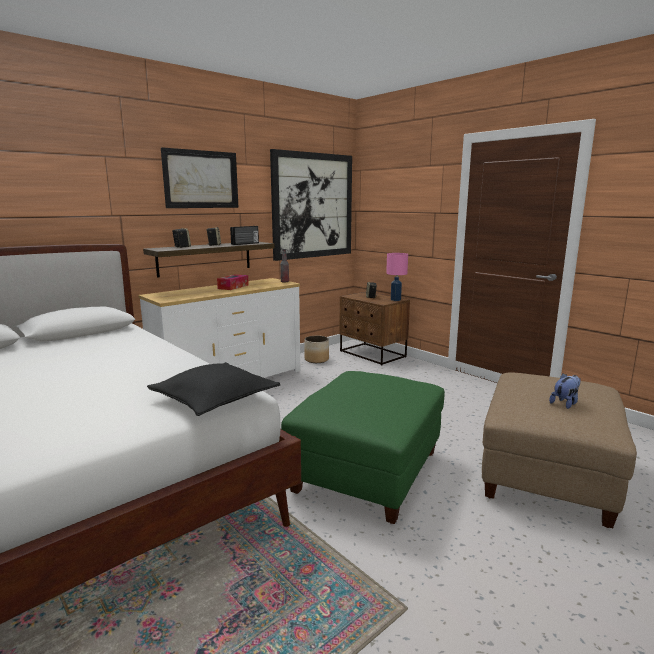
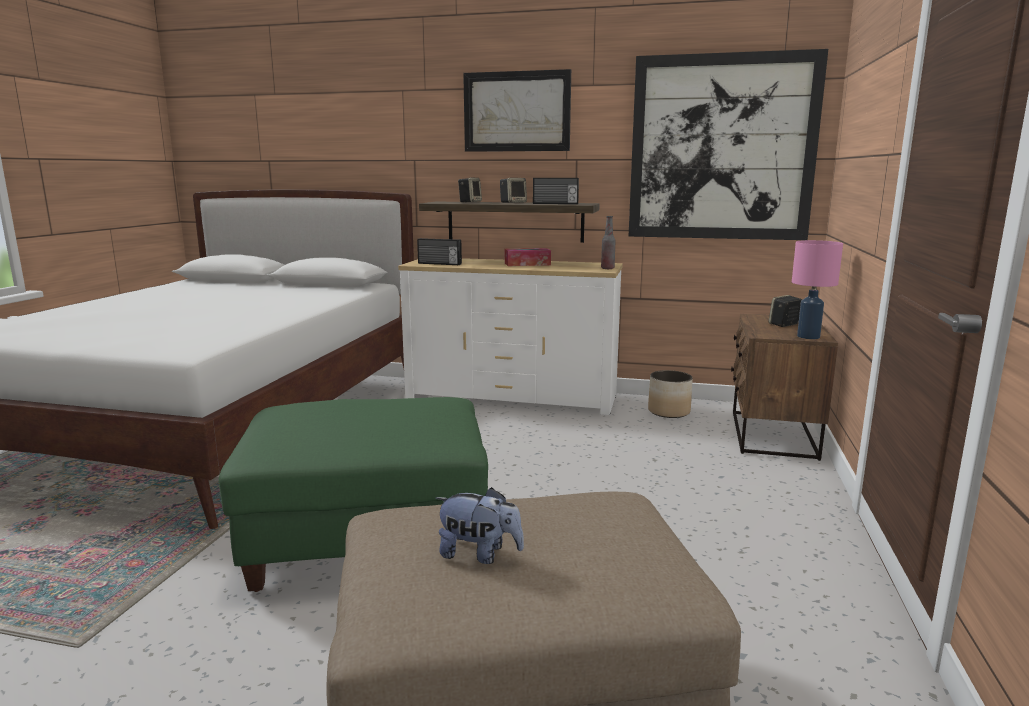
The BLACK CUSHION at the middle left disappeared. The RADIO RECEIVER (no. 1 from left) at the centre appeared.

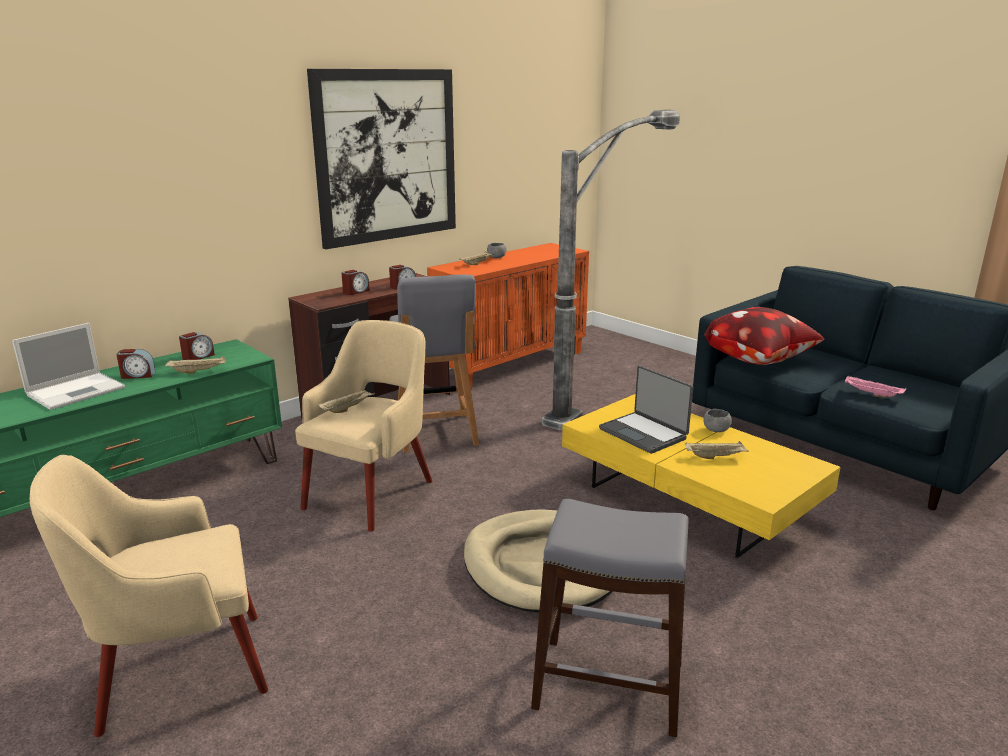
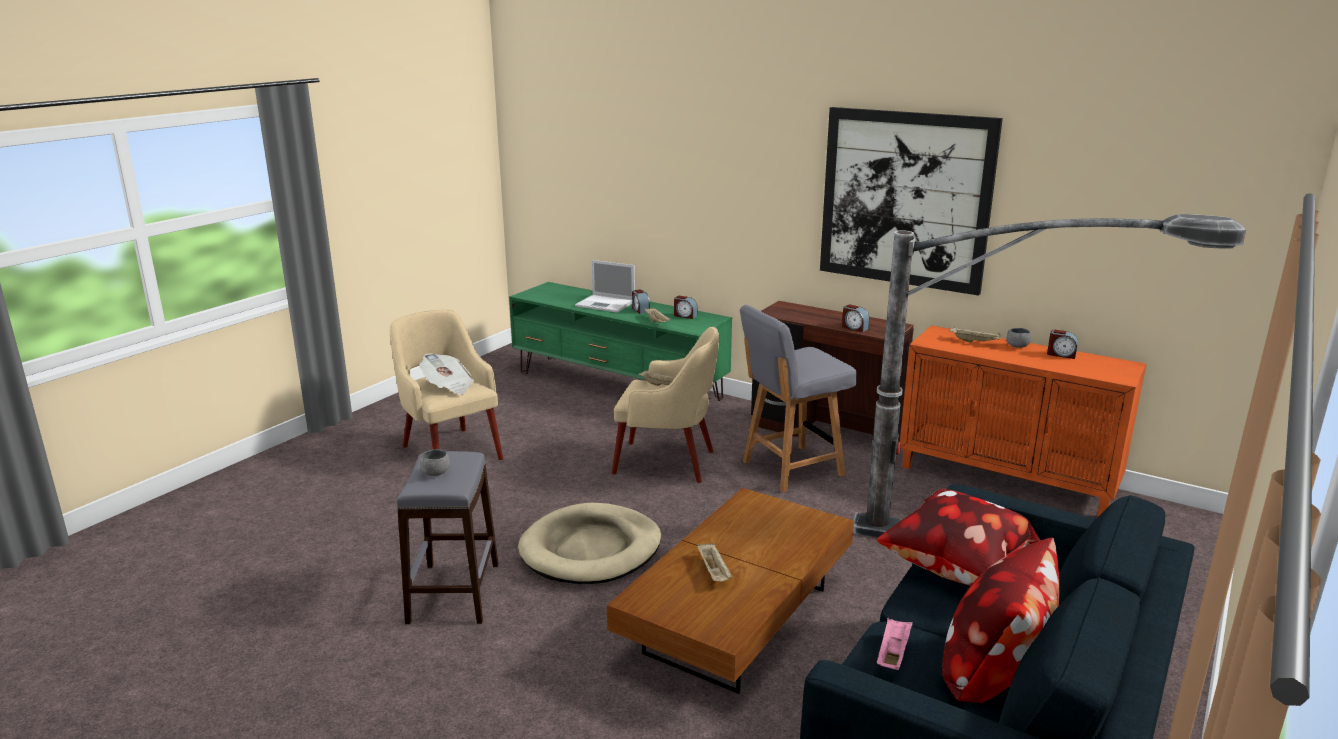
The NOTEBOOK COMPUTER (no. 2 from left) at the centre disappeared. The NEWSPAPER at the centre appeared. The CUSHION (no. 2 from left) at the bottom right appeared. The TABLE CLOCK (no. 3 from left in the first image) moved from the centre to the middle right. The GRAY BOWL (no. 2 from left in the first image) moved from the middle right to the middle left. The YELLOW LOUNGE TABLE at the middle right became the BROWN-COLOURED LOUNGE TABLE at the bottom centre.

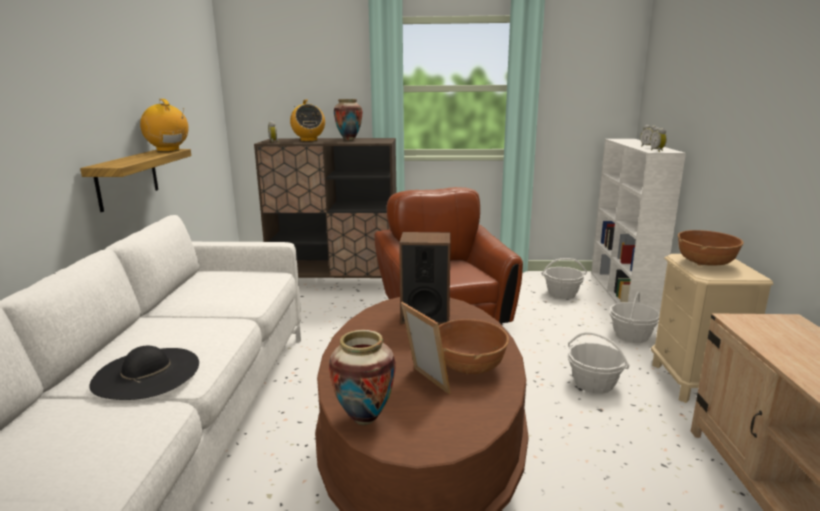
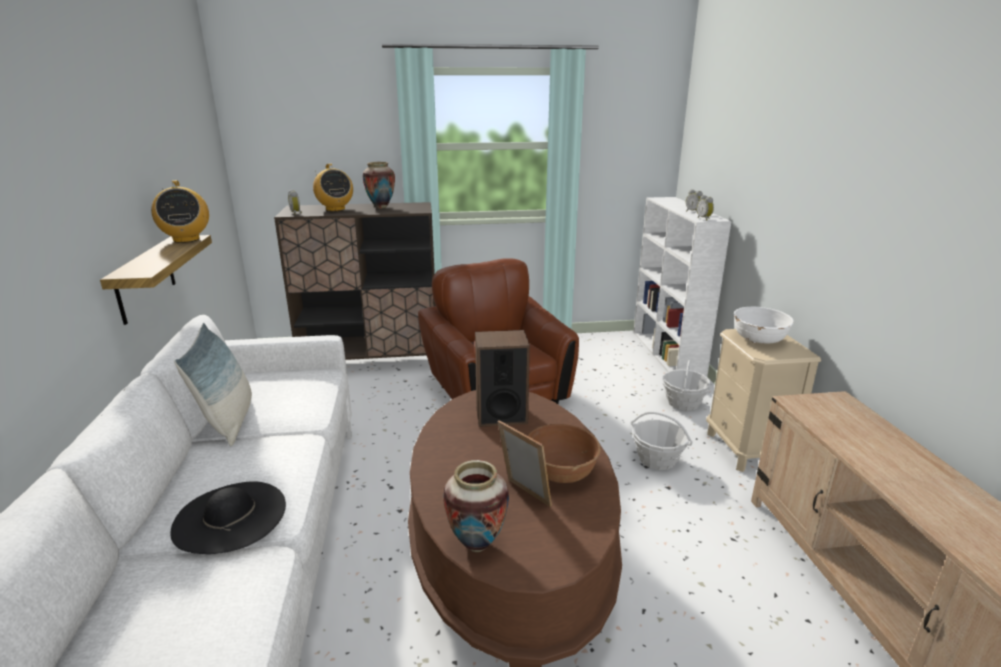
The BASKET (no. 1 from left) at the middle right disappeared. The CUSHION at the middle left appeared. The BROWN-COLOURED BOWL (no. 2 from left) at the middle right became the WHITE-COLOURED BOWL at the middle right. The RADIO RECEIVER (no. 1 from left) at the top left turned 150 degrees counterclockwise.

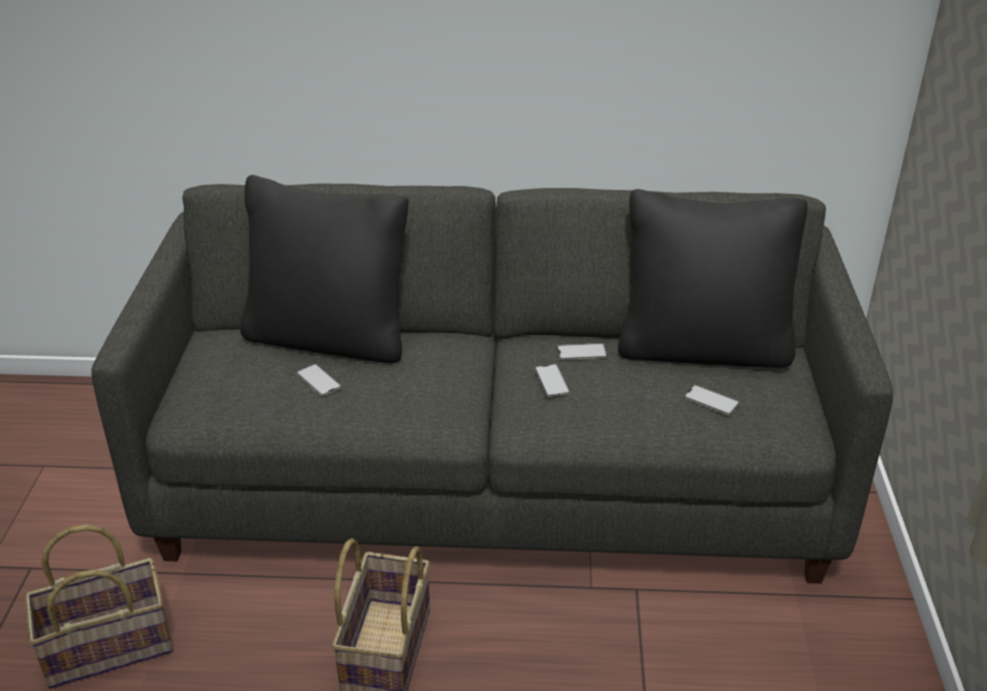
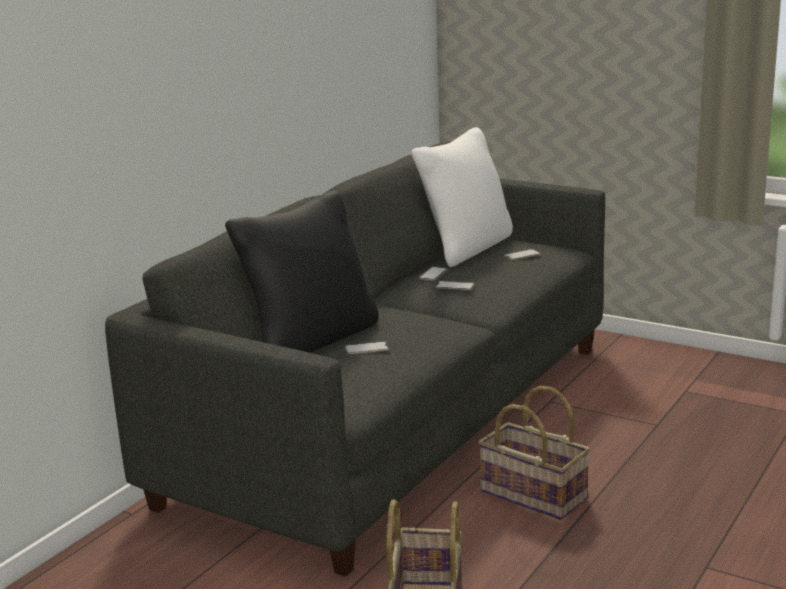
The BLACK CUSHION (no. 2 from left) at the middle right became the WHITE-COLOURED CUSHION at the centre.

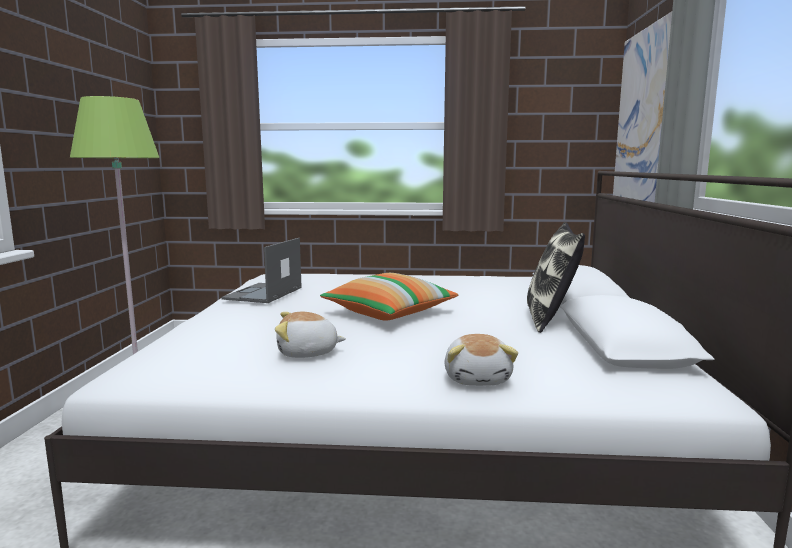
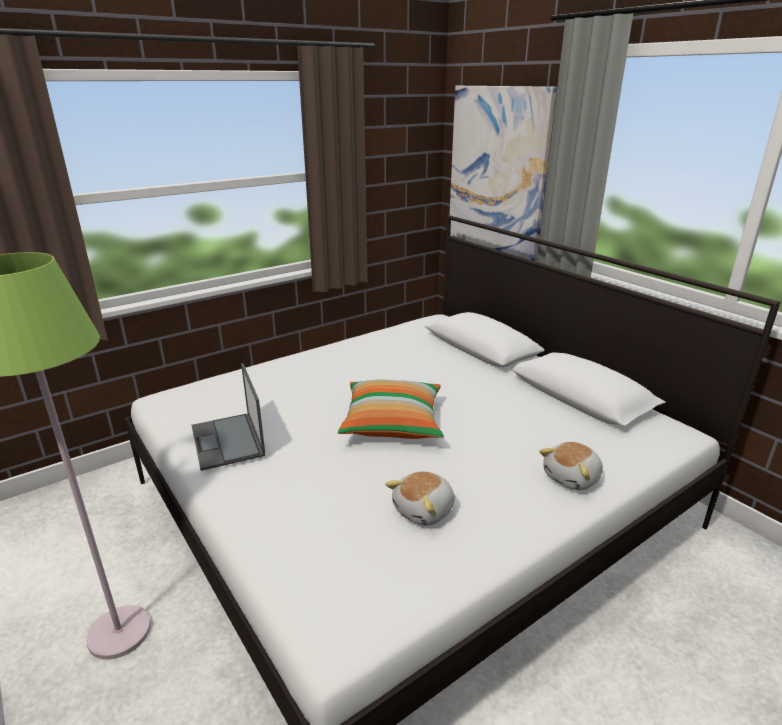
The CUSHION (no. 2 from left) at the middle right disappeared. The SOFT TOY (no. 2 from left) at the centre turned 90 degrees clockwise.

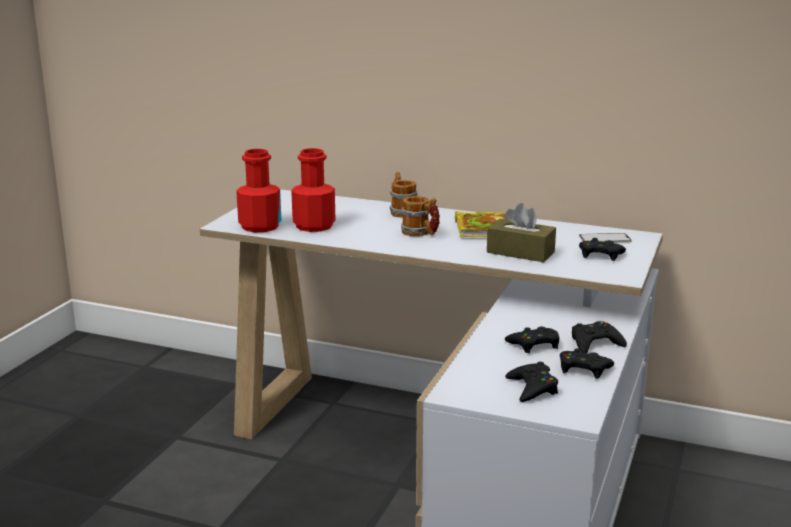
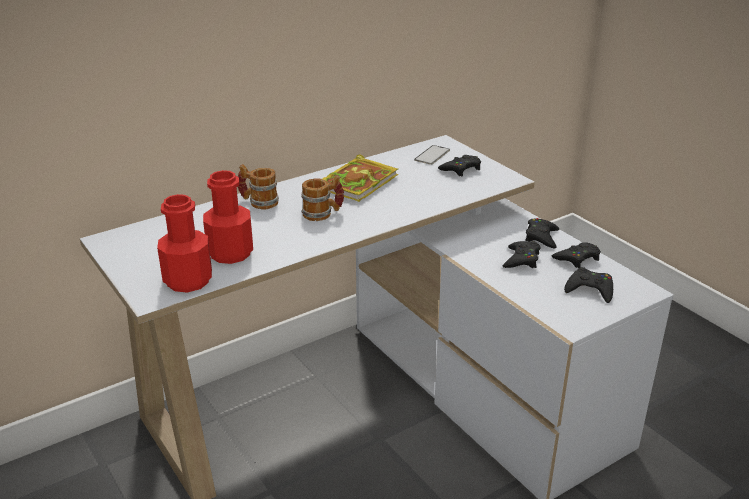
The BROWN-COLOURED TISSUE HOLDER at the centre disappeared.

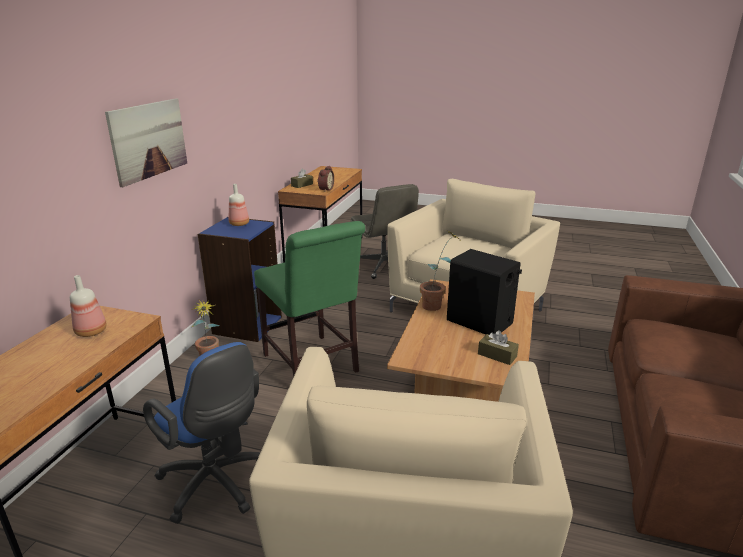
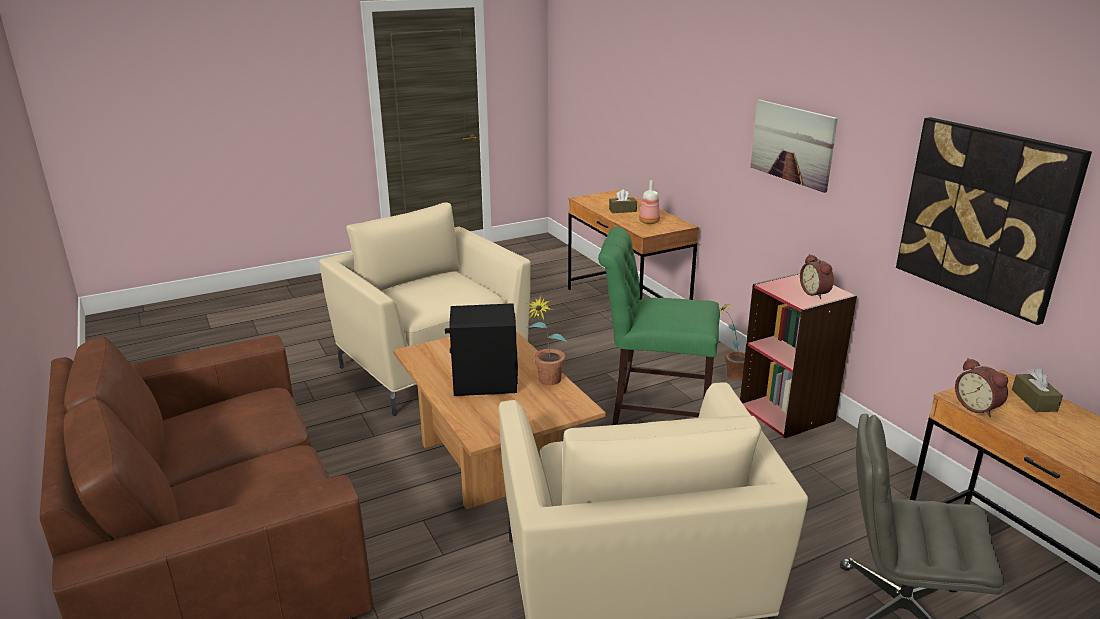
The BLUE-COLOURED COMPUTER CHAIR at the bottom left disappeared. The WALL ART (no. 2 from left) at the middle right appeared. The BROWN-COLOURED TISSUE HOLDER (no. 2 from left in the first image) moved from the middle right to the top centre. The BOTTLE (no. 2 from left) at the middle left was replaced by the TABLE CLOCK (no. 1 from left) at the middle right. The BLUE-COLOURED SHELVING UNIT at the middle left became the RED-COLOURED SHELVING UNIT at the middle right.

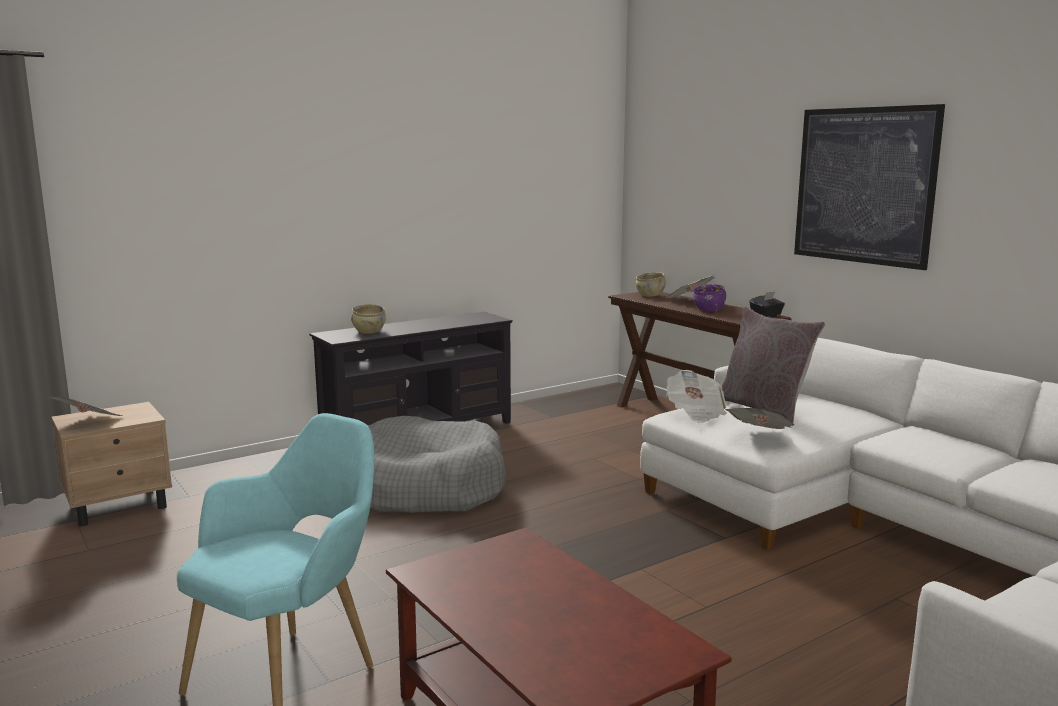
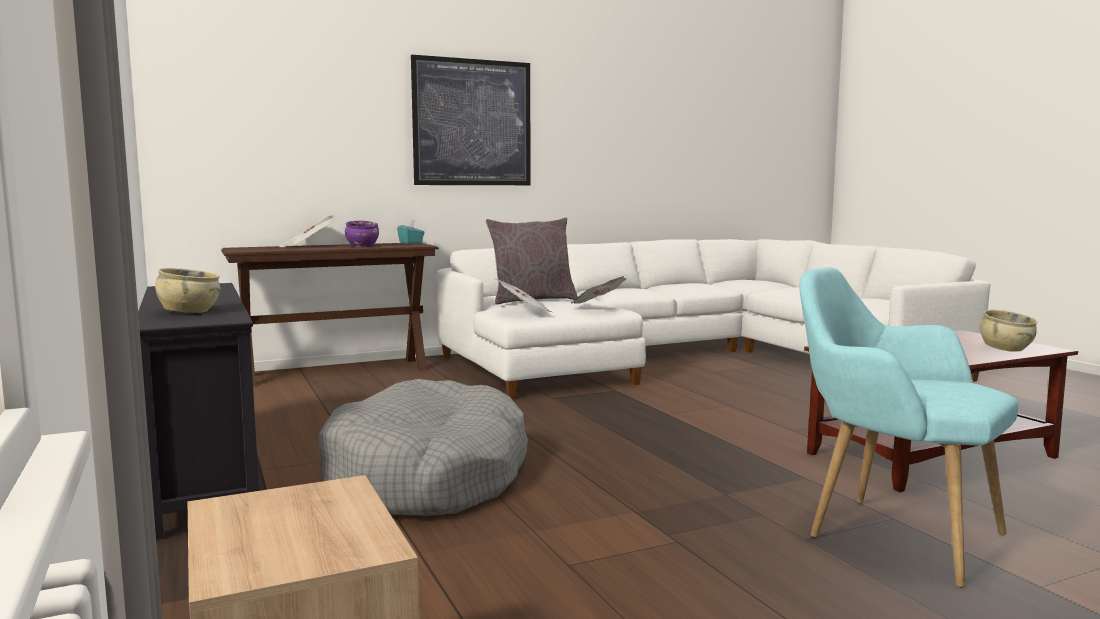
The NEWSPAPER (no. 1 from left) at the middle left disappeared. The BEIGE BOWL (no. 2 from left) moved from the centre to the middle right. The BLACK TISSUE HOLDER at the middle right became the TURQUOISE-COLOURED TISSUE HOLDER at the centre.

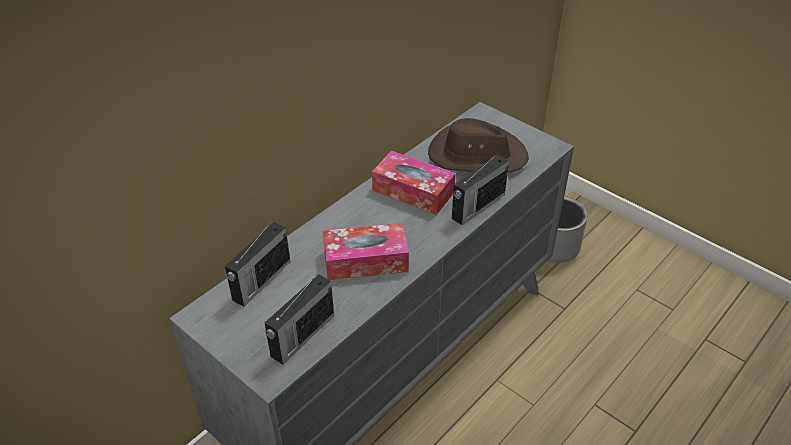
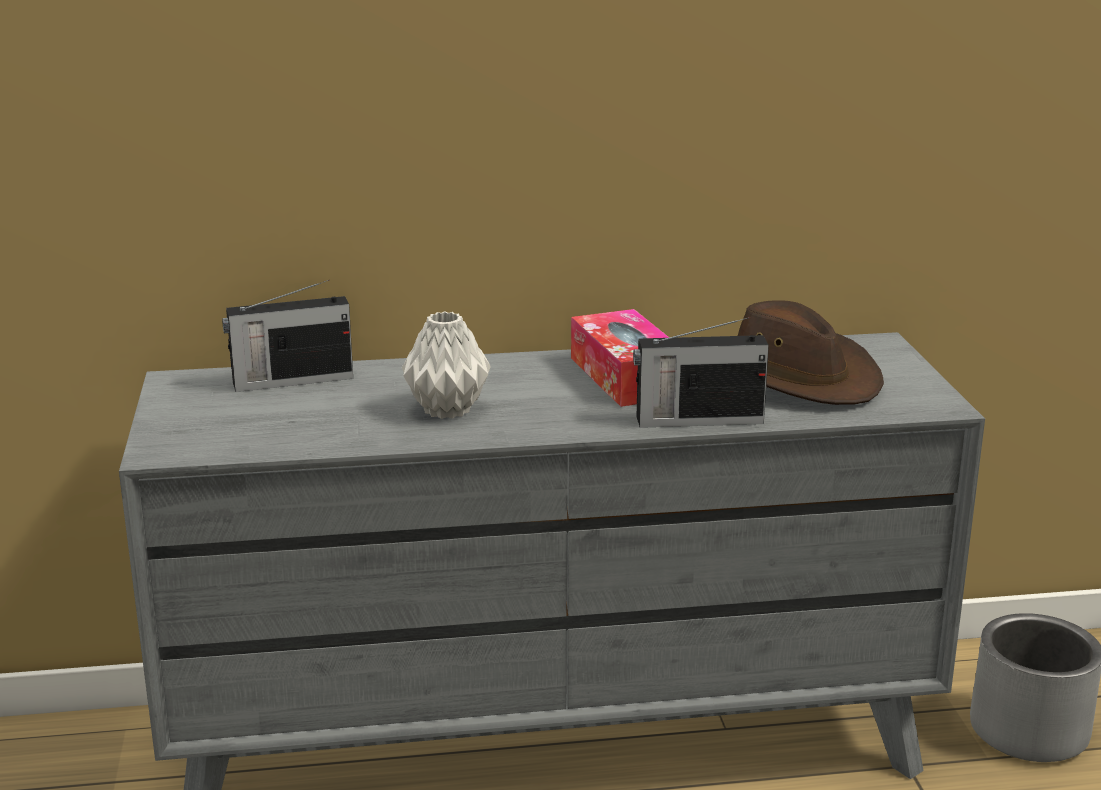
The RADIO RECEIVER (no. 2 from left) at the bottom centre disappeared. The TISSUE HOLDER (no. 1 from left) at the centre was replaced by the GRAY DECORATIVE VASE at the centre.

